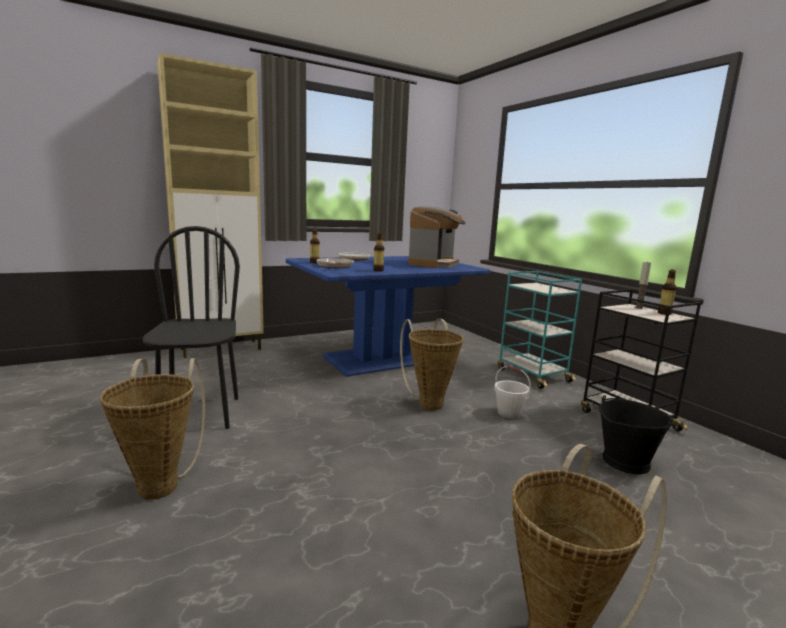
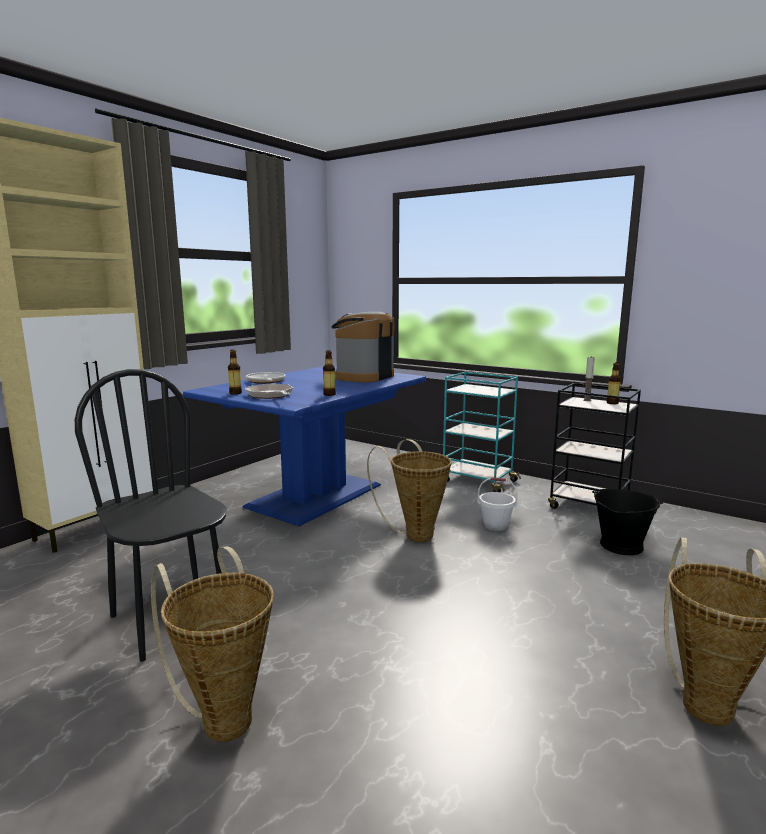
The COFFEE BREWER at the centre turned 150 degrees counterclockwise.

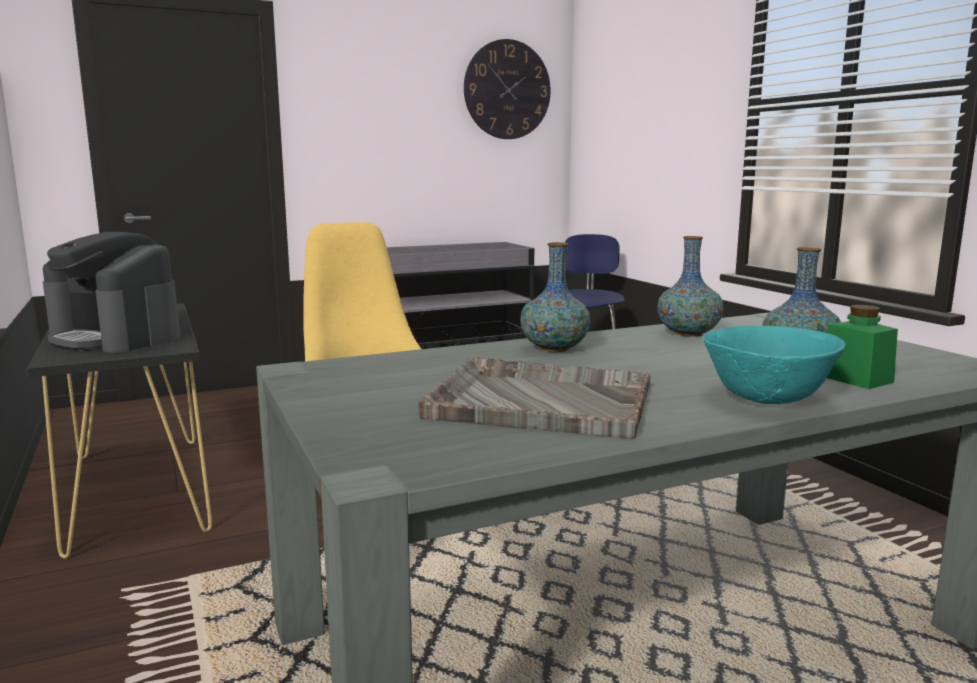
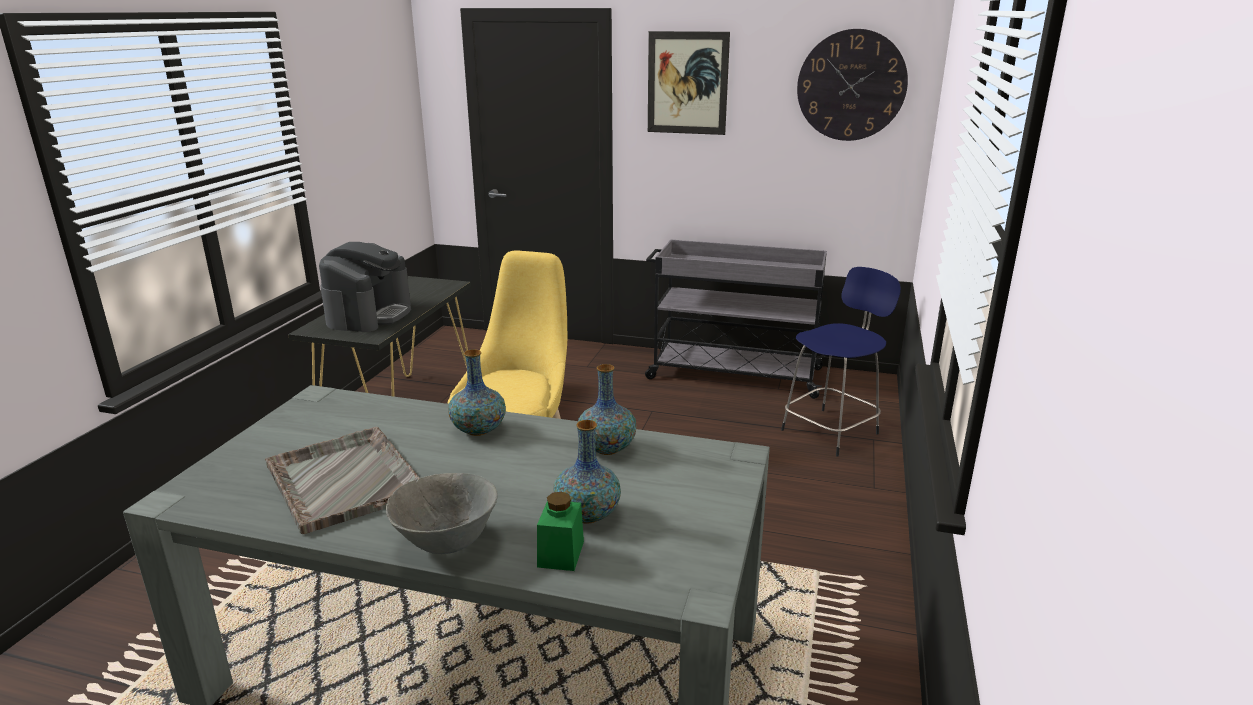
The WALL ART at the top centre appeared. The TURQUOISE-COLOURED BOWL at the middle right became the GRAY BOWL at the bottom centre. The COFFEE BREWER at the middle left turned 150 degrees counterclockwise.

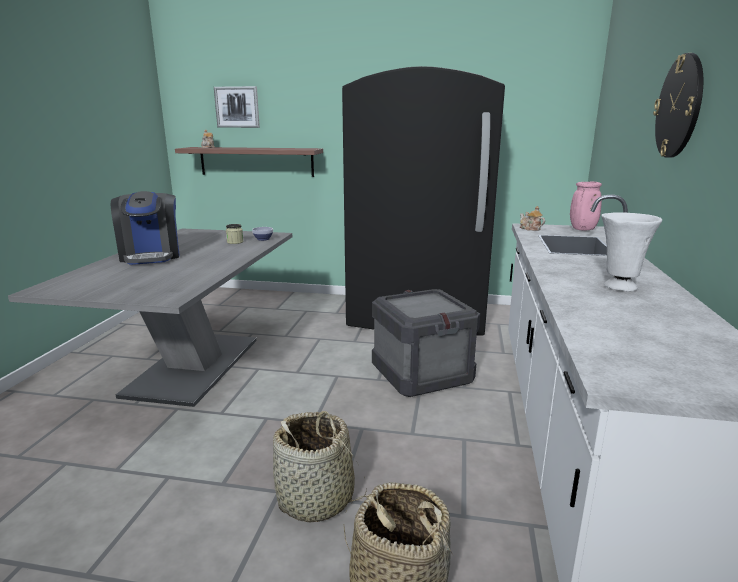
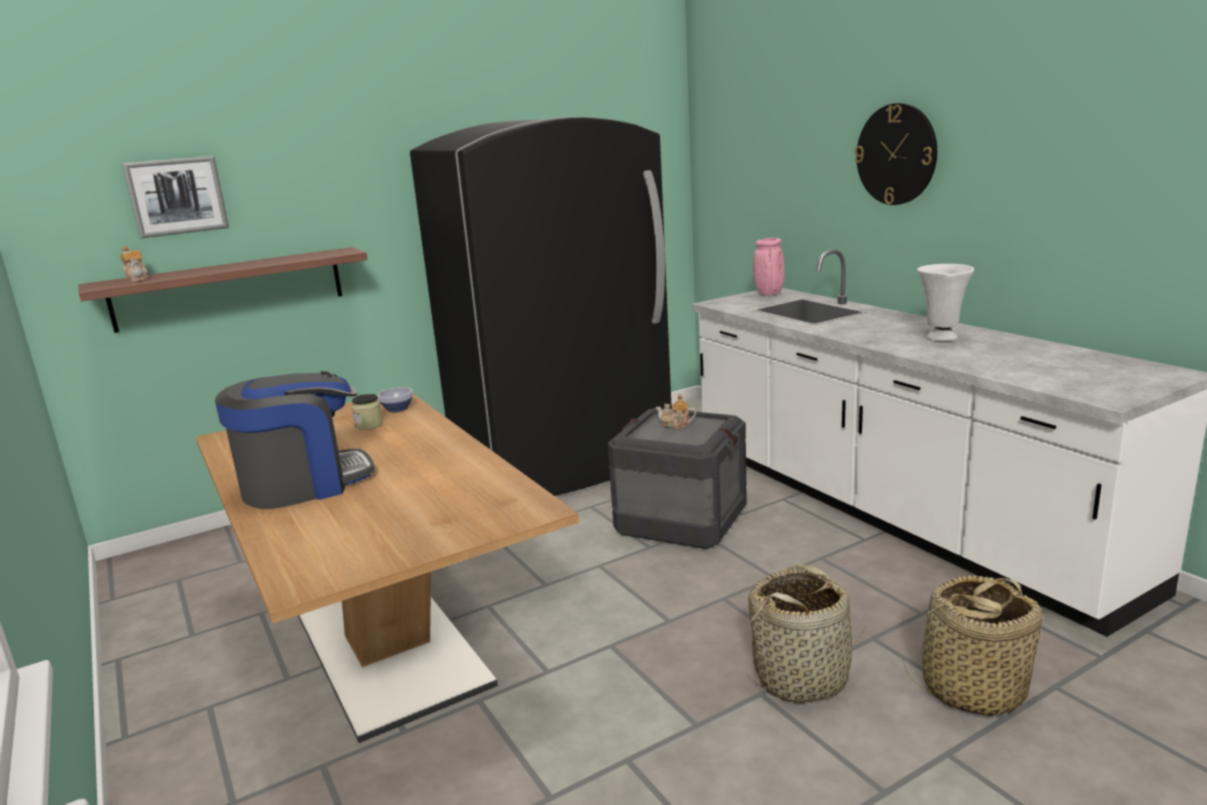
The TEAPOT (no. 2 from left) moved from the middle right to the centre. The GRAY DINING TABLE at the middle left became the BROWN-COLOURED DINING TABLE at the bottom left. The COFFEE BREWER at the middle left turned 60 degrees counterclockwise.

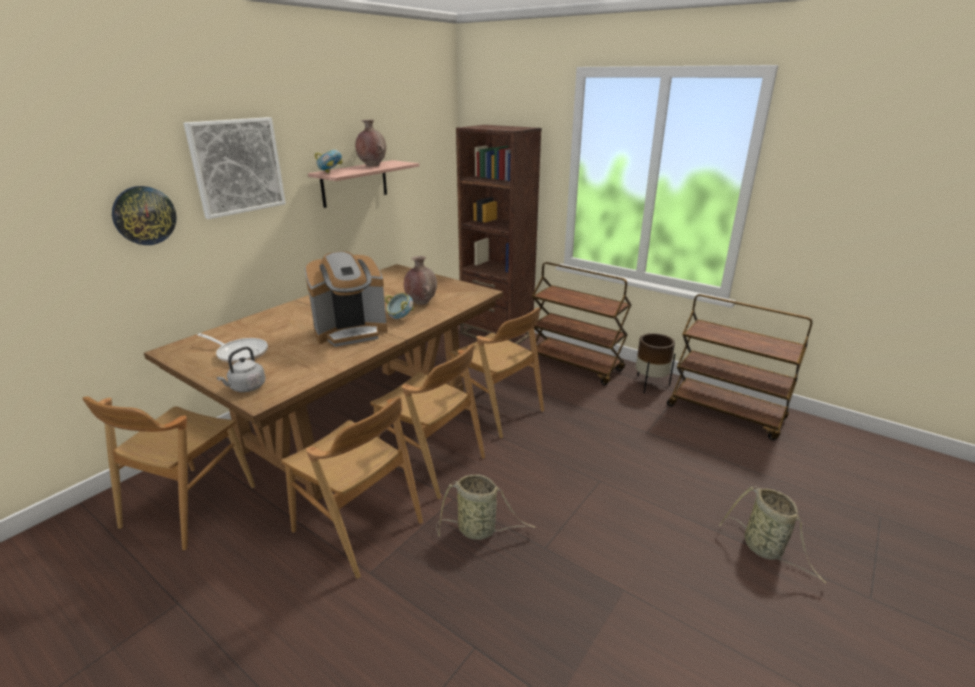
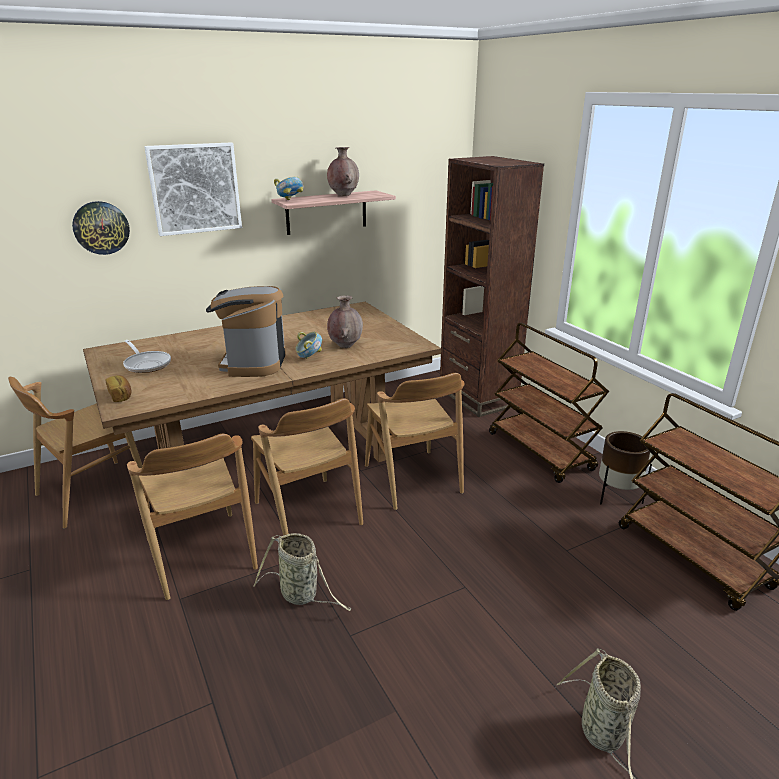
The GRAY KETTLE at the middle left was replaced by the BAKED BREAD at the middle left. The COFFEE BREWER at the centre turned 90 degrees clockwise.

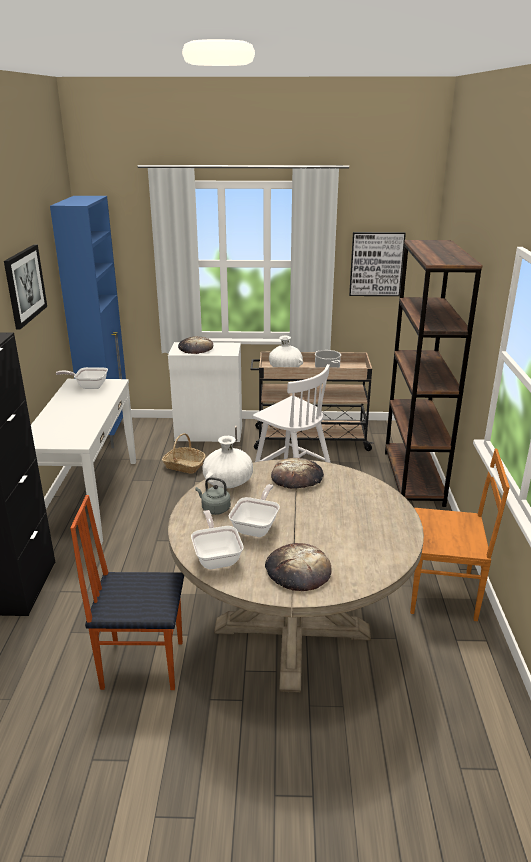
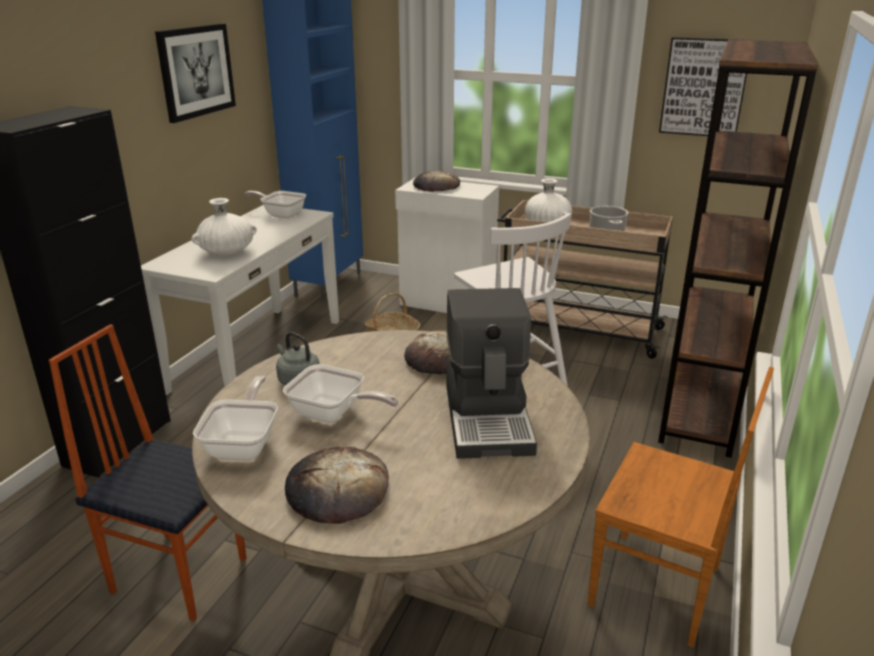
The COFFEE BREWER at the centre appeared. The WHITE-COLOURED DECORATIVE VASE (no. 1 from left) moved from the centre to the middle left. The SKILLET (no. 3 from left) at the centre turned 75 degrees clockwise.

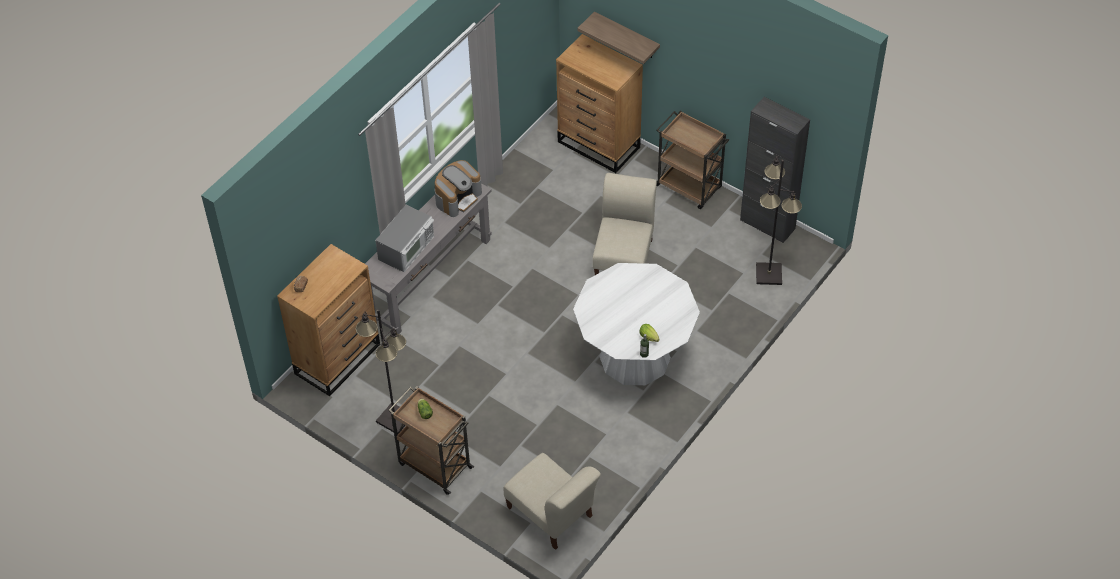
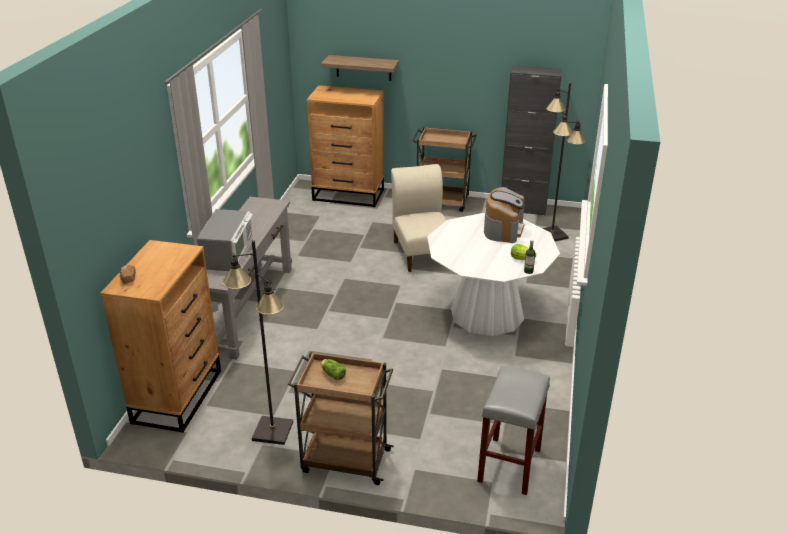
The COFFEE BREWER moved from the top centre to the centre. The BEIGE PLAIN CHAIR (no. 1 from left) at the bottom centre was replaced by the GRAY STOOL SEAT at the bottom centre.

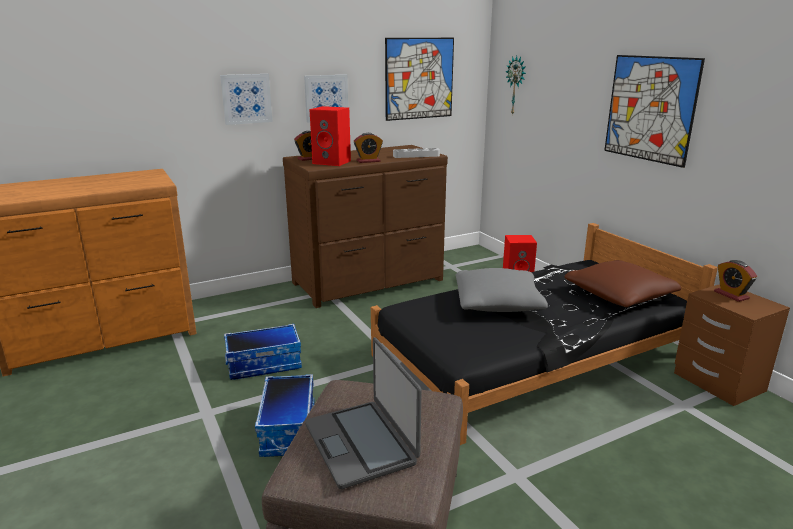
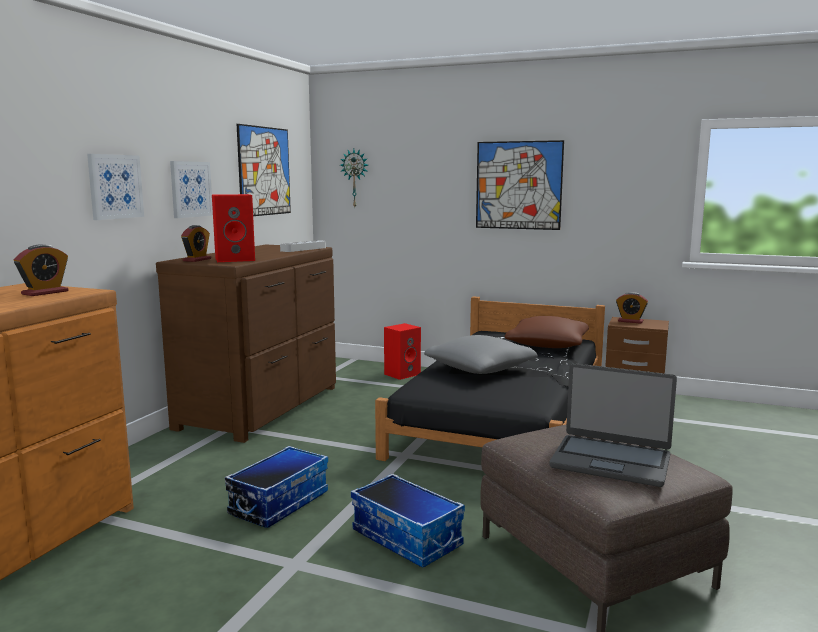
The TABLE CLOCK (no. 2 from left in the first image) moved from the top centre to the middle left.

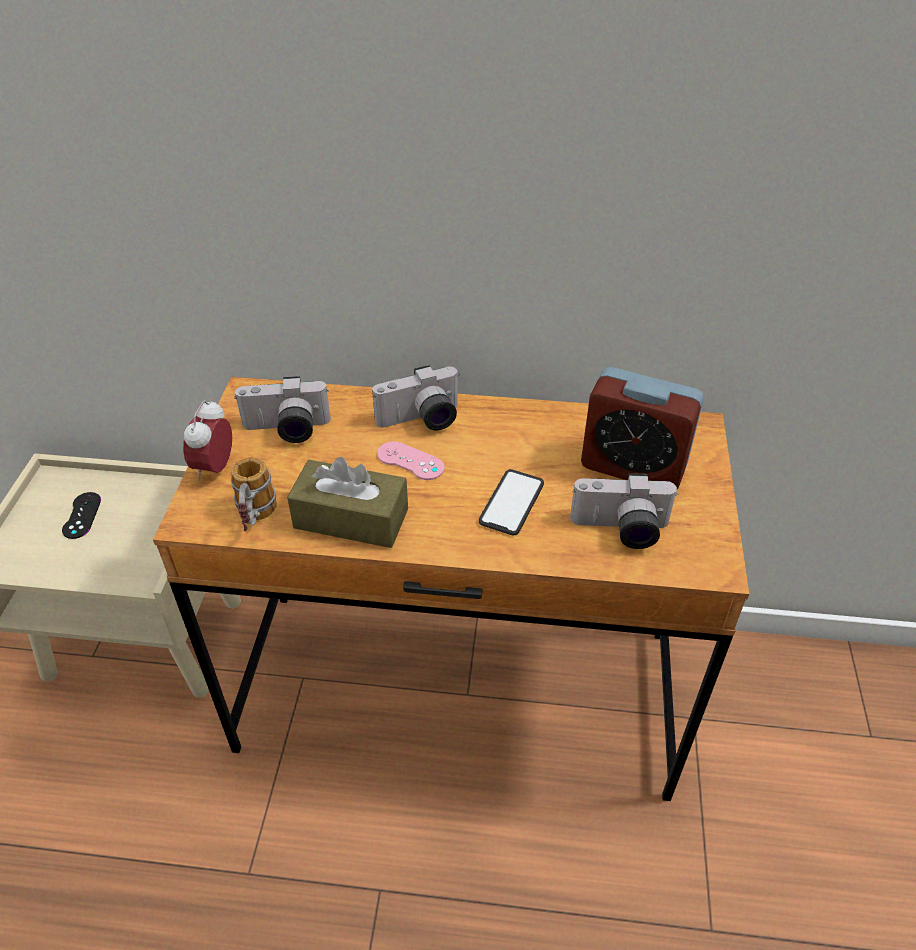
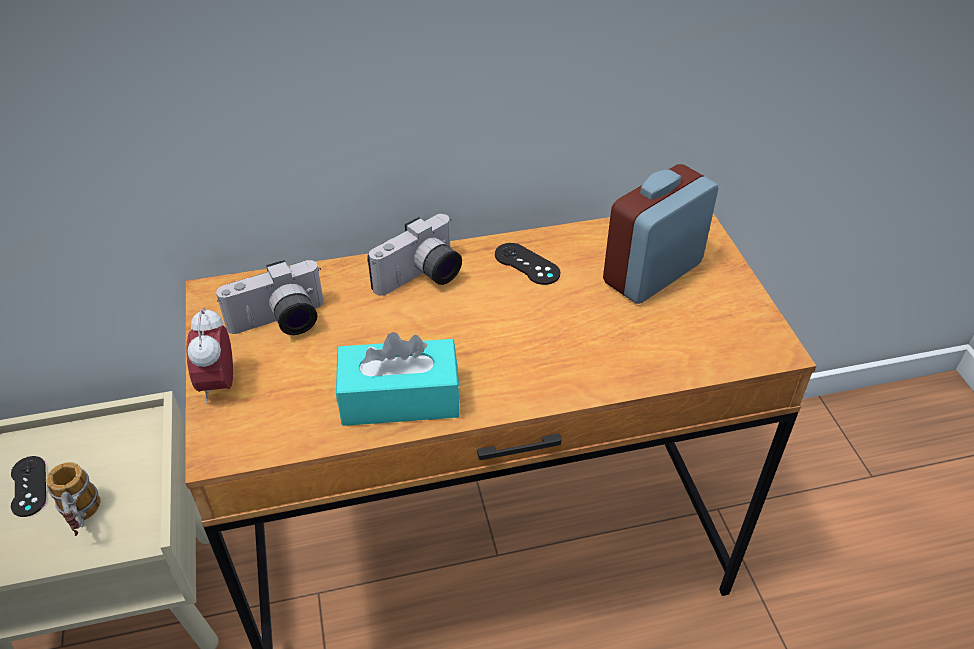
The PINK GAME CONTROLLER at the centre disappeared. The PHONE at the centre disappeared. The STILL CAMERA (no. 3 from left) at the middle right disappeared. The BLACK GAME CONTROLLER (no. 2 from left) at the centre appeared. The TEA MUG moved from the middle left to the bottom left. The BROWN-COLOURED TISSUE HOLDER at the centre became the TURQUOISE-COLOURED TISSUE HOLDER at the centre. The TABLE CLOCK (no. 2 from left) at the middle right turned 135 degrees clockwise.

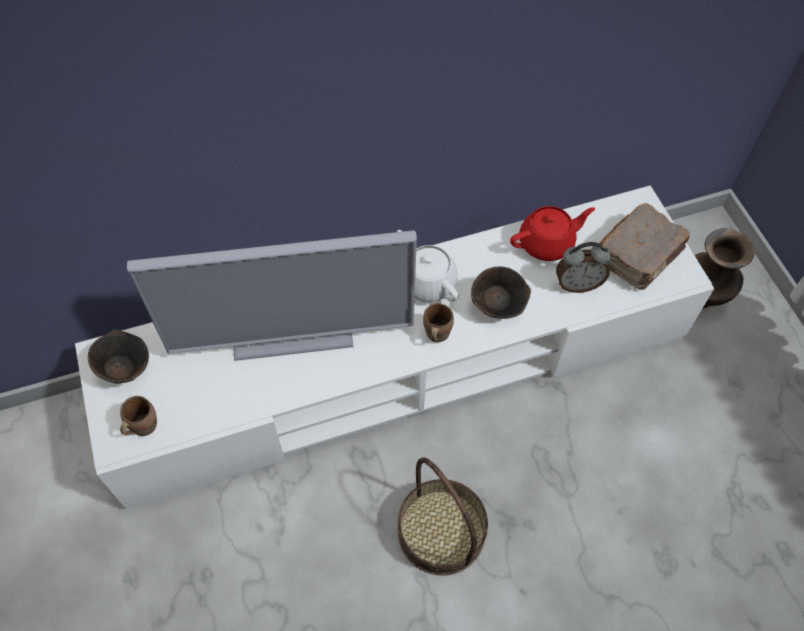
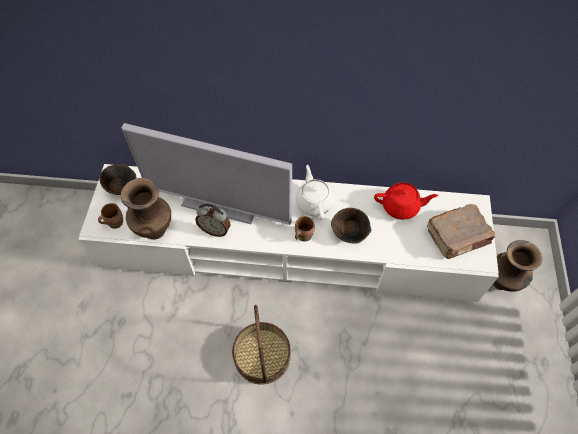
The BROWN-COLOURED DECORATIVE VASE (no. 1 from left) at the middle left appeared. The TABLE CLOCK moved from the middle right to the centre.

